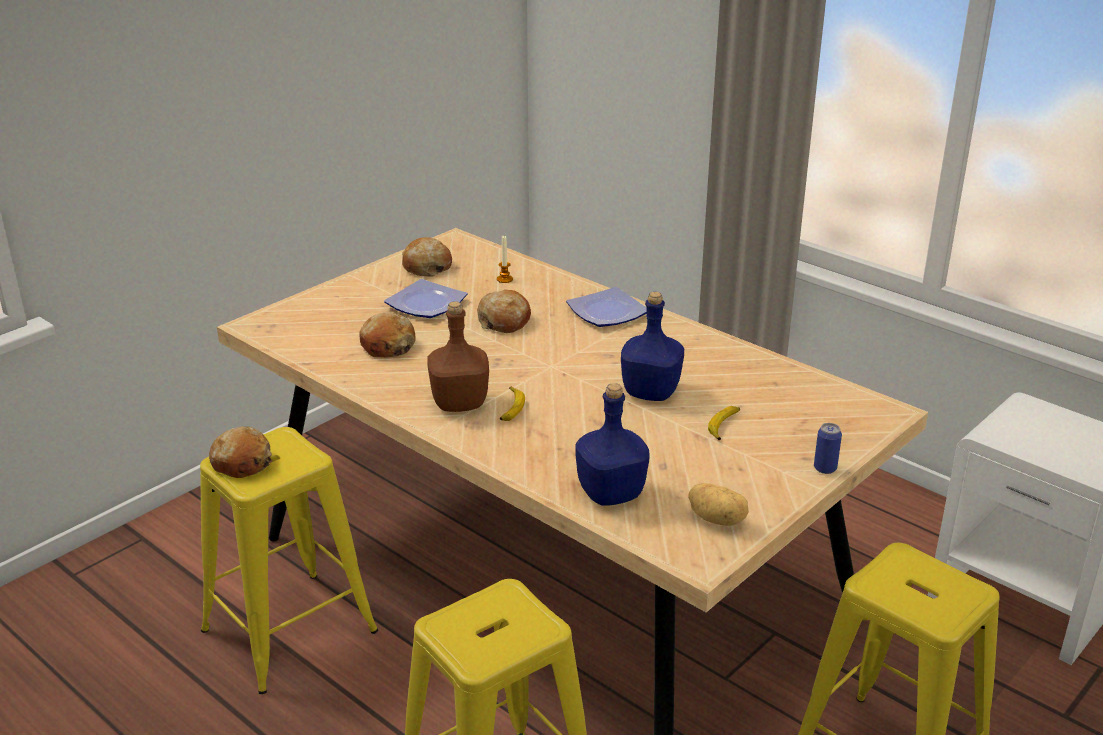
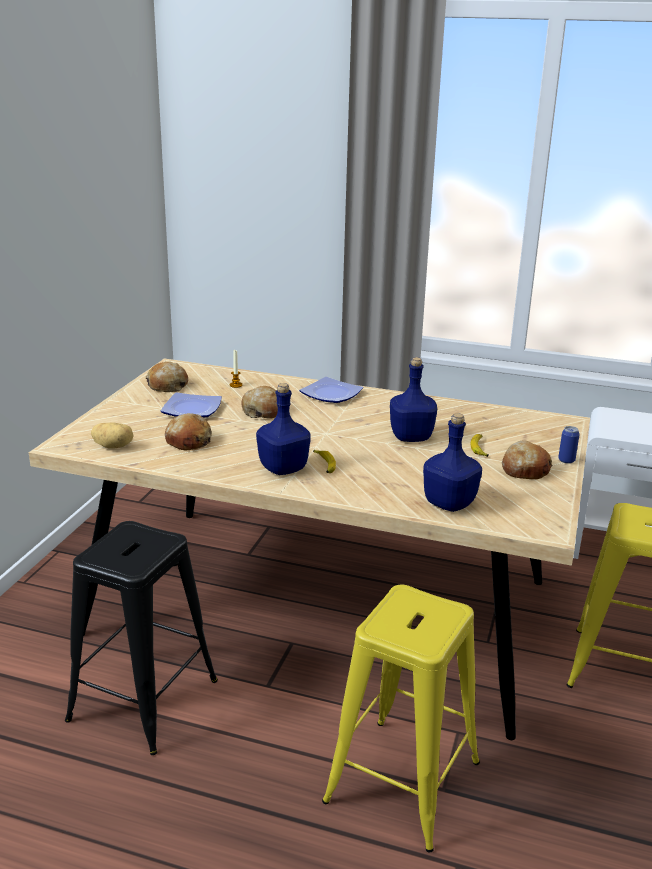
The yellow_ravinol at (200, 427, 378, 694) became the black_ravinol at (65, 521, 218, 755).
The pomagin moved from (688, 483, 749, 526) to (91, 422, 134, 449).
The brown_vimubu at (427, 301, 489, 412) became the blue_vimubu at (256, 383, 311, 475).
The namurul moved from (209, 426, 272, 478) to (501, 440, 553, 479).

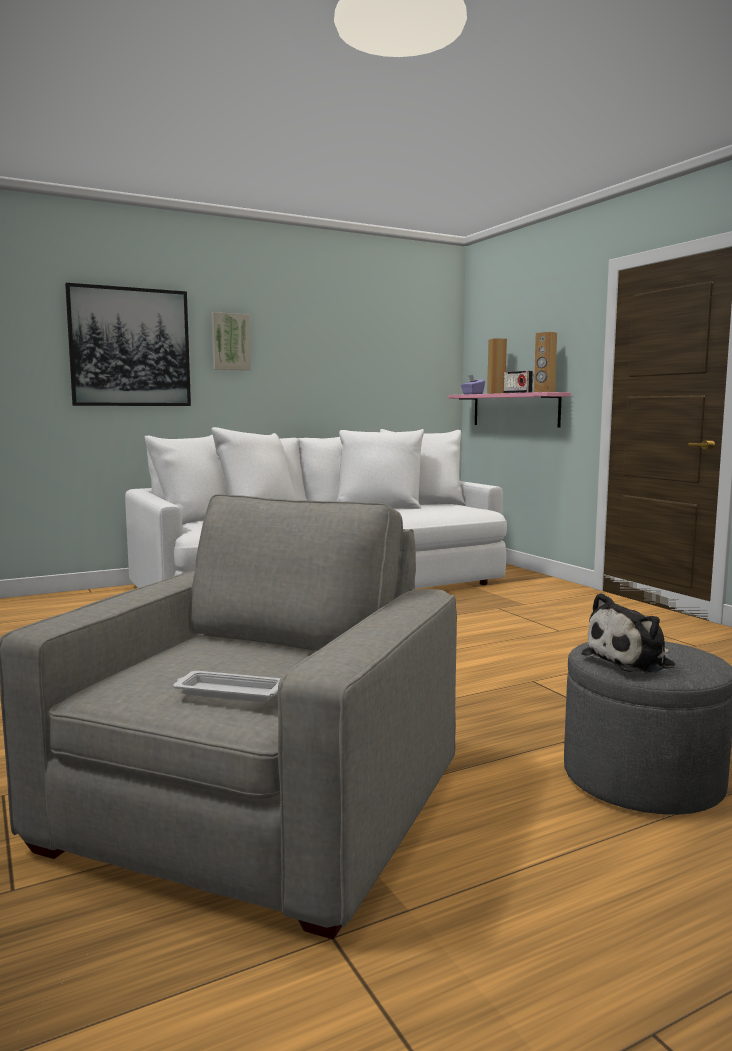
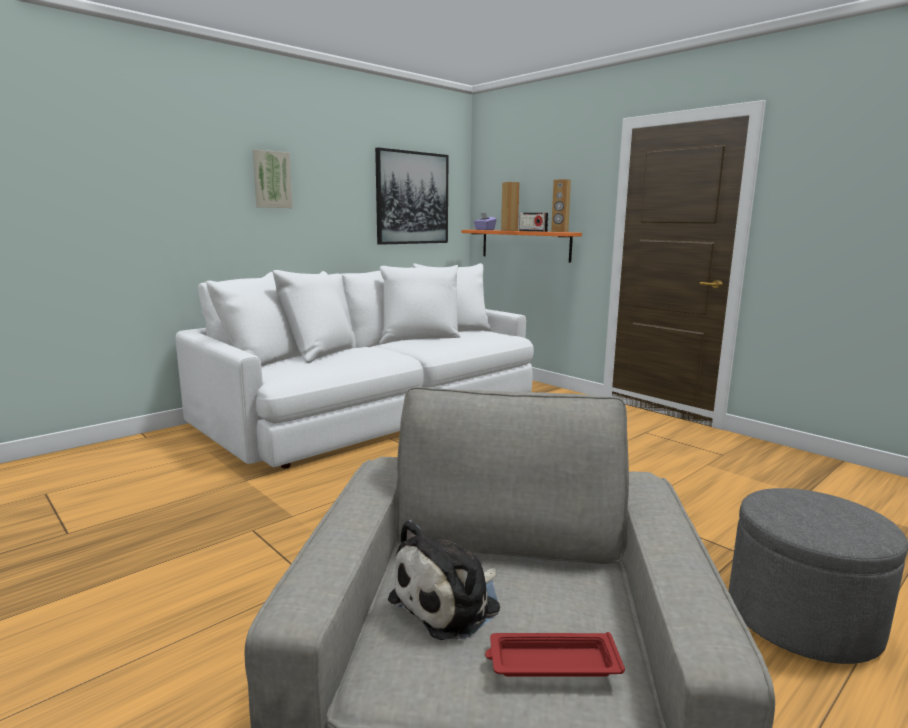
The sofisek moved from (65, 283, 191, 406) to (375, 147, 449, 245).
The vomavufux moved from (582, 593, 675, 674) to (388, 520, 500, 640).
The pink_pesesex at (448, 392, 571, 427) became the orange_pesesex at (462, 230, 582, 263).
The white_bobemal at (173, 671, 281, 702) became the red_bobemal at (485, 632, 625, 677).

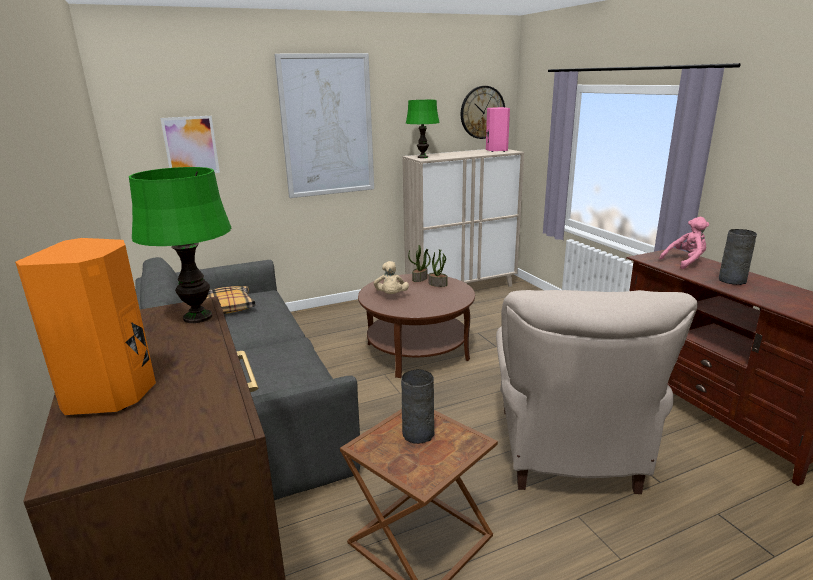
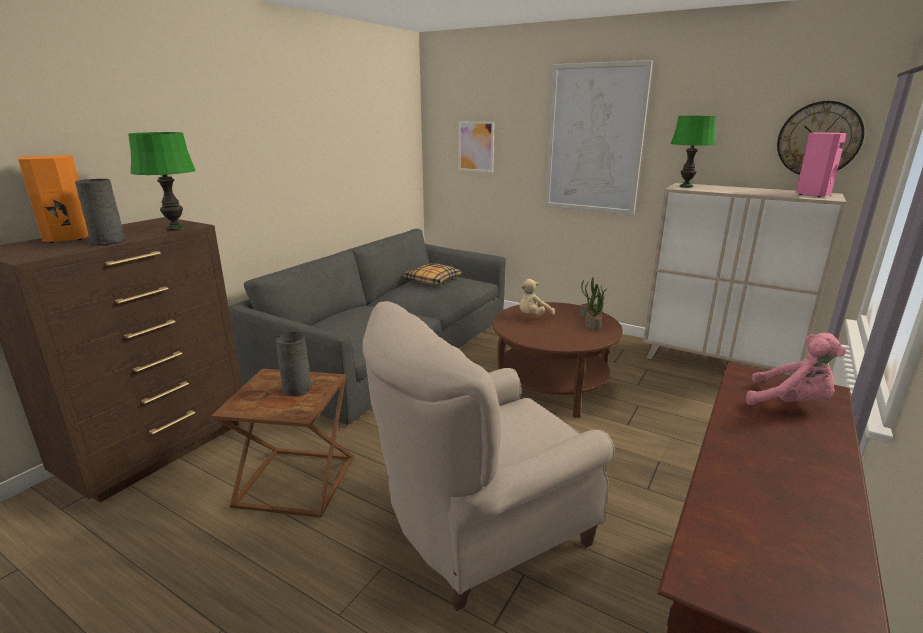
The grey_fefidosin moved from (719, 229, 757, 285) to (75, 179, 125, 245).

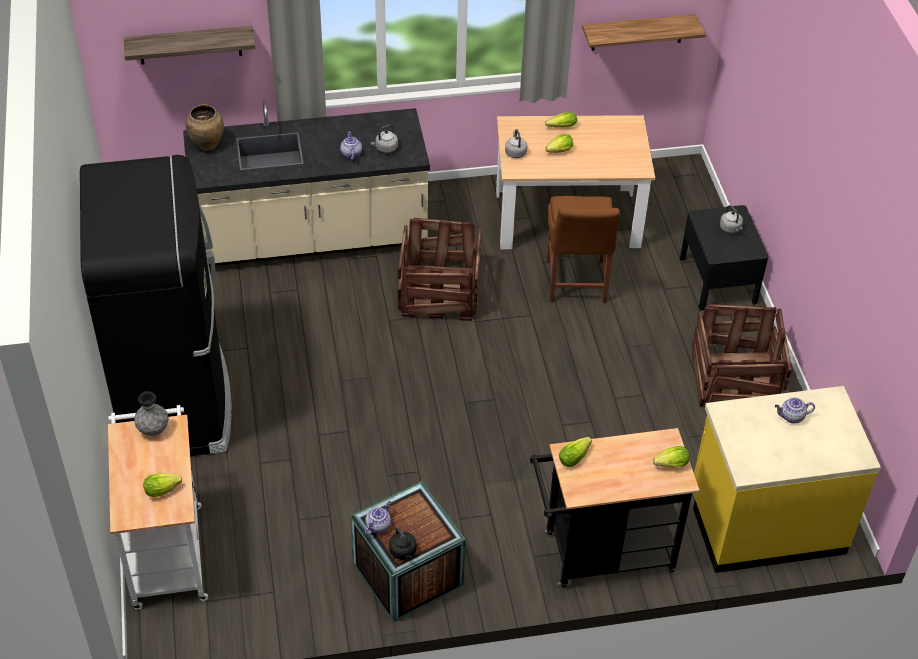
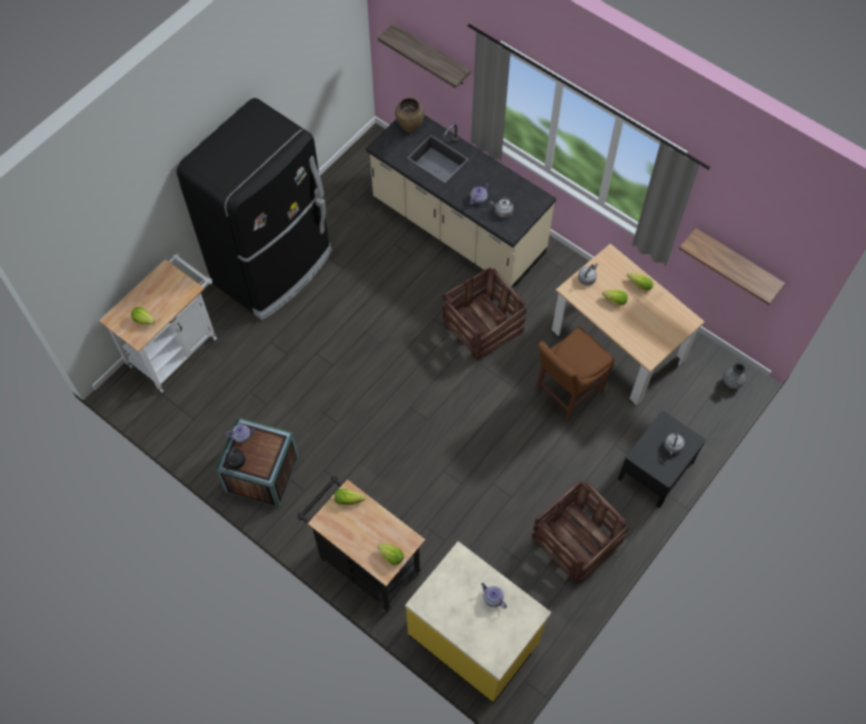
The grey_fefidosin moved from (134, 391, 168, 436) to (723, 363, 746, 389).

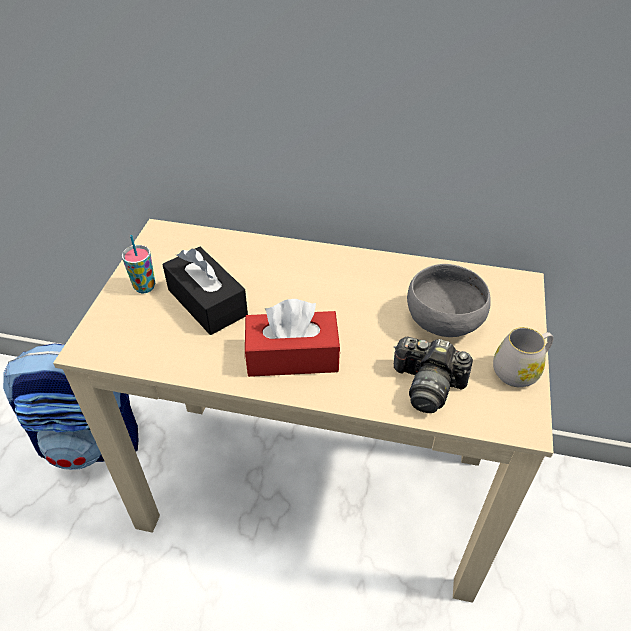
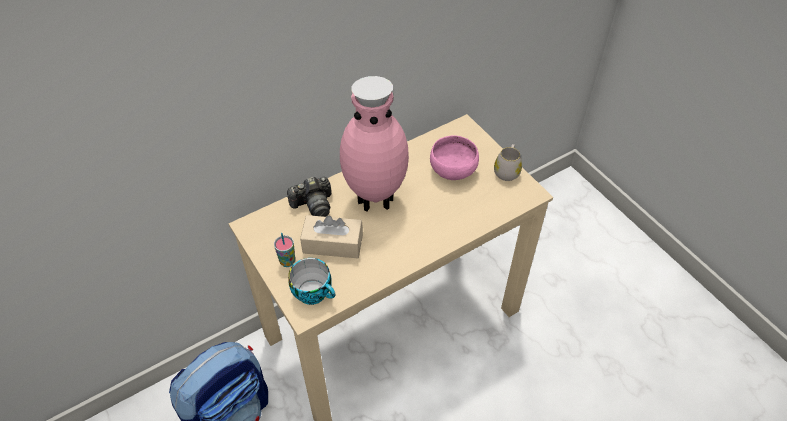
The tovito moved from (394, 337, 473, 413) to (287, 177, 331, 217).
The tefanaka at (288, 258, 335, 305) appeared.
The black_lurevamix at (162, 247, 248, 335) became the beige_lurevamix at (300, 215, 363, 258).
The pink_fefidosin at (340, 76, 409, 212) appeared.
The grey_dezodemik at (407, 264, 491, 337) became the pink_dezodemik at (430, 136, 479, 180).
The red_lurevamix at (245, 299, 340, 377) disappeared.

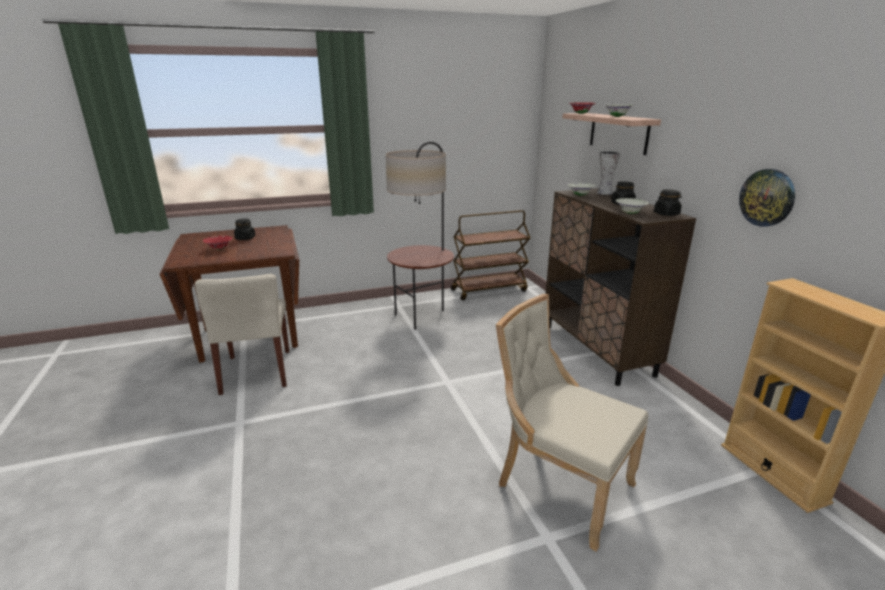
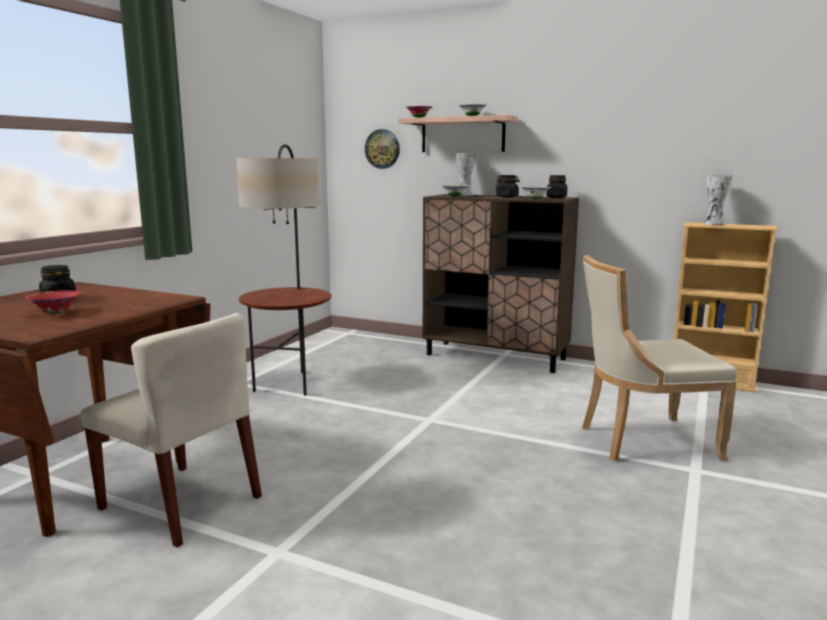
The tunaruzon moved from (739, 169, 795, 227) to (365, 129, 400, 169).
The fefidosin at (704, 175, 732, 225) appeared.
The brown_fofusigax at (451, 210, 530, 301) disappeared.

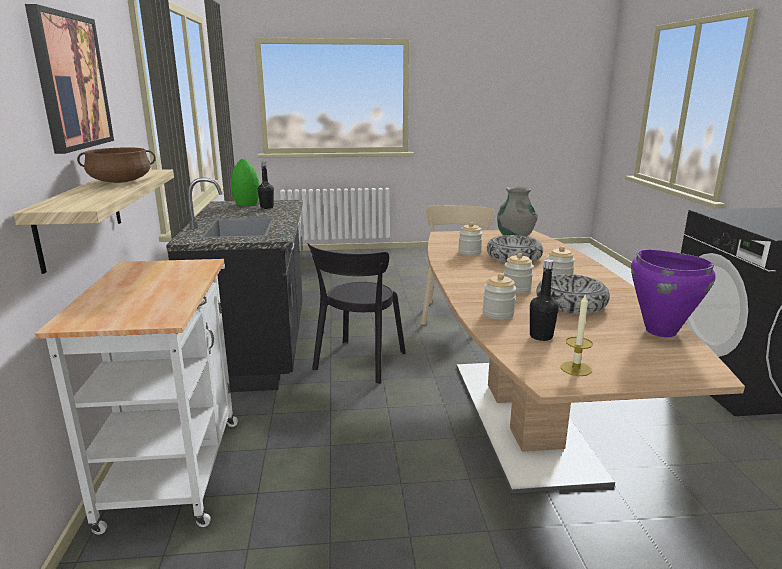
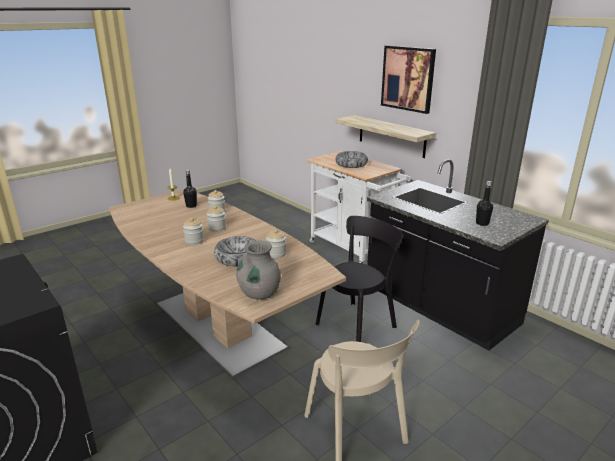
The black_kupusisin at (307, 243, 406, 384) turned 60 degrees clockwise.
The dezodemik moved from (536, 274, 610, 314) to (335, 151, 368, 168).
The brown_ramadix at (77, 147, 156, 183) disappeared.
The green_fefidosin at (231, 159, 260, 206) disappeared.
The purple_ramadix at (631, 250, 716, 337) disappeared.

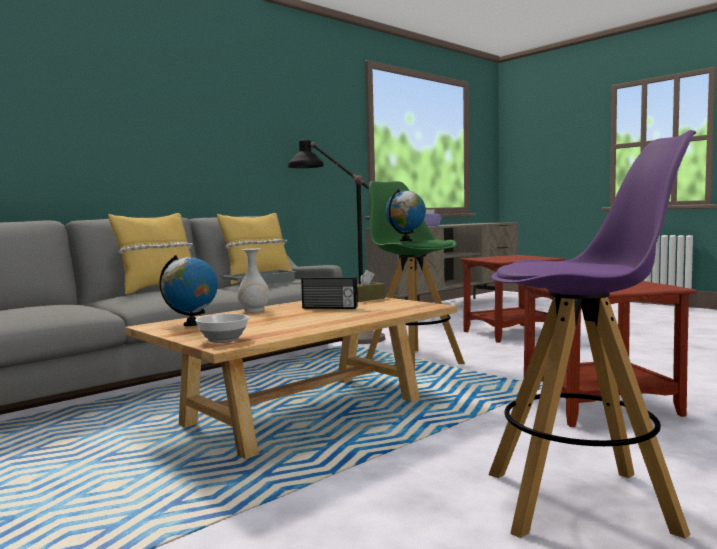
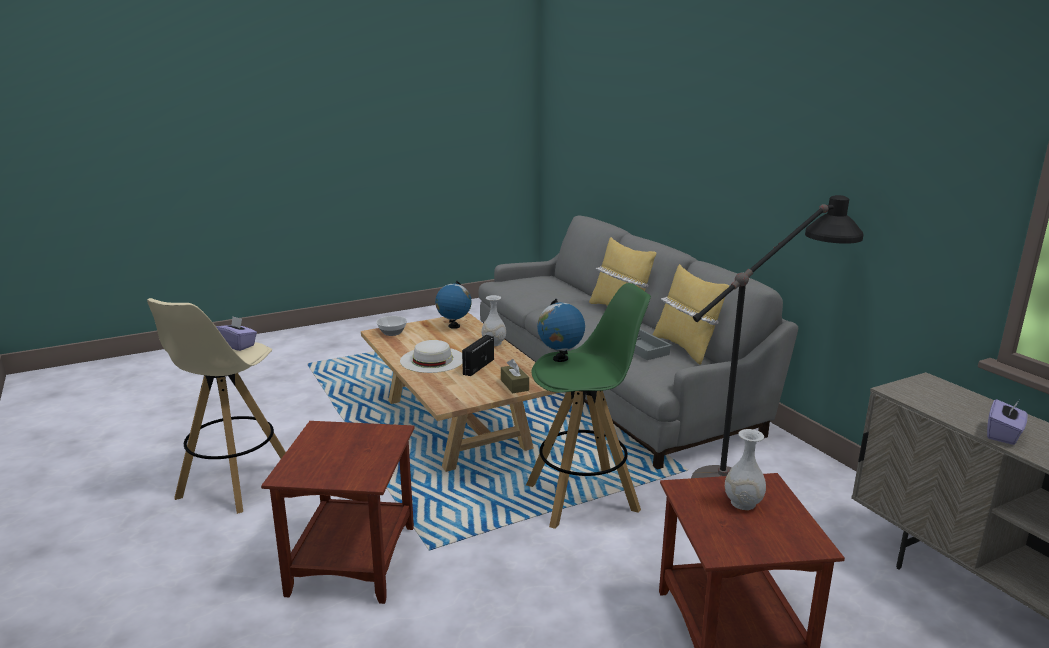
The purple_ravinol at (488, 130, 696, 539) became the beige_ravinol at (147, 298, 286, 514).
The purple_lurevamix at (216, 316, 257, 351) appeared.
The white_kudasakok at (400, 340, 463, 373) appeared.
The white_fefidosin at (725, 429, 766, 510) appeared.

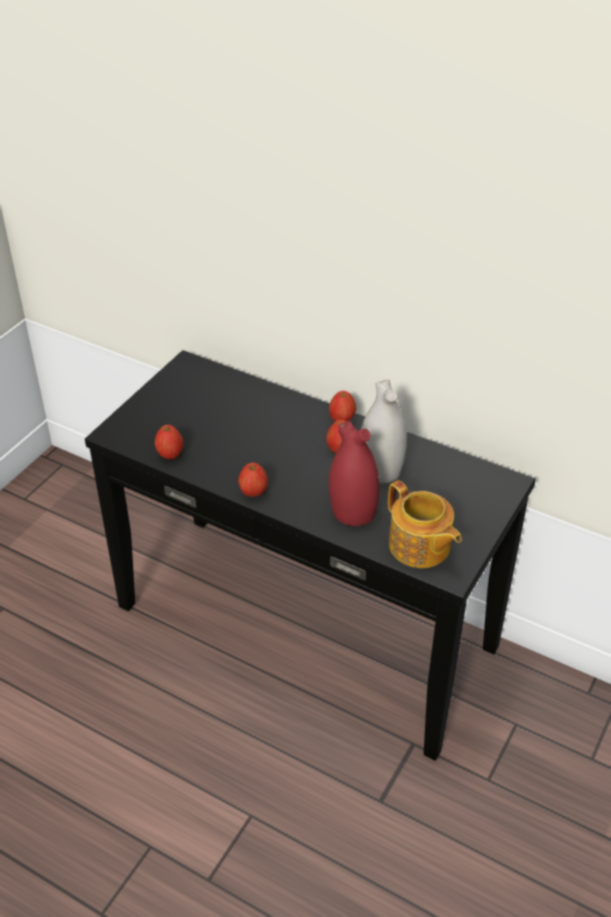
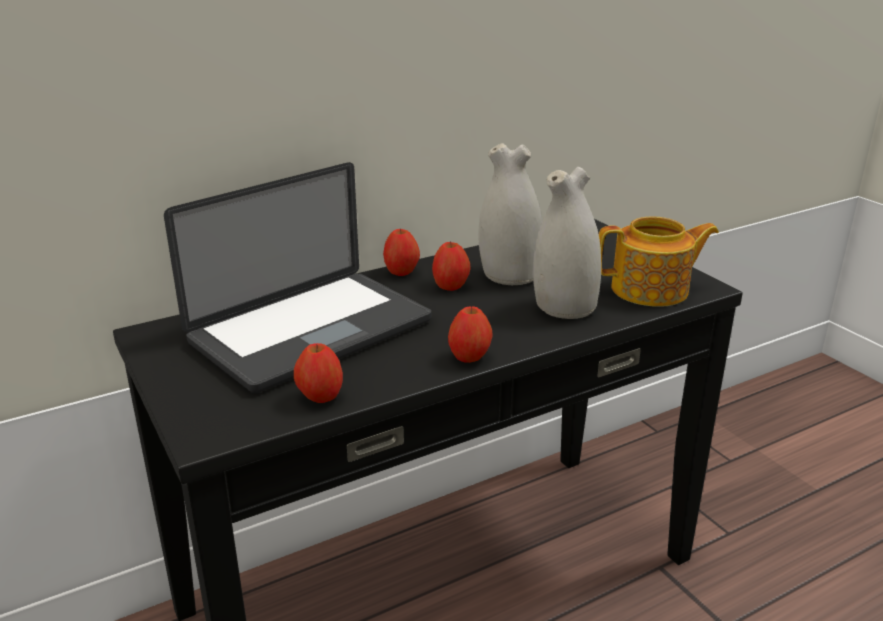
The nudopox at (164, 162, 431, 393) appeared.
The red_fefidosin at (328, 421, 379, 526) became the white_fefidosin at (533, 167, 601, 319).

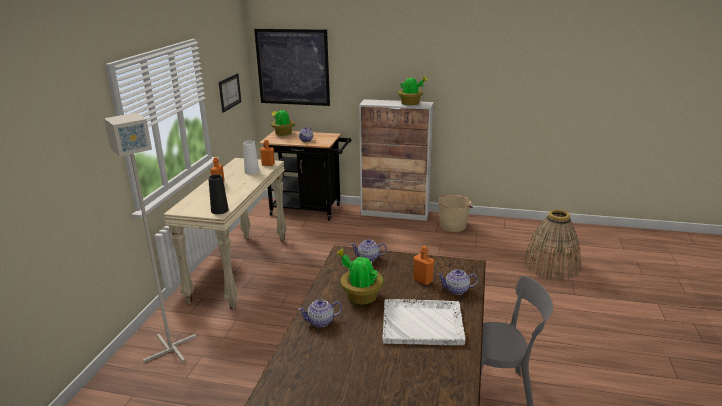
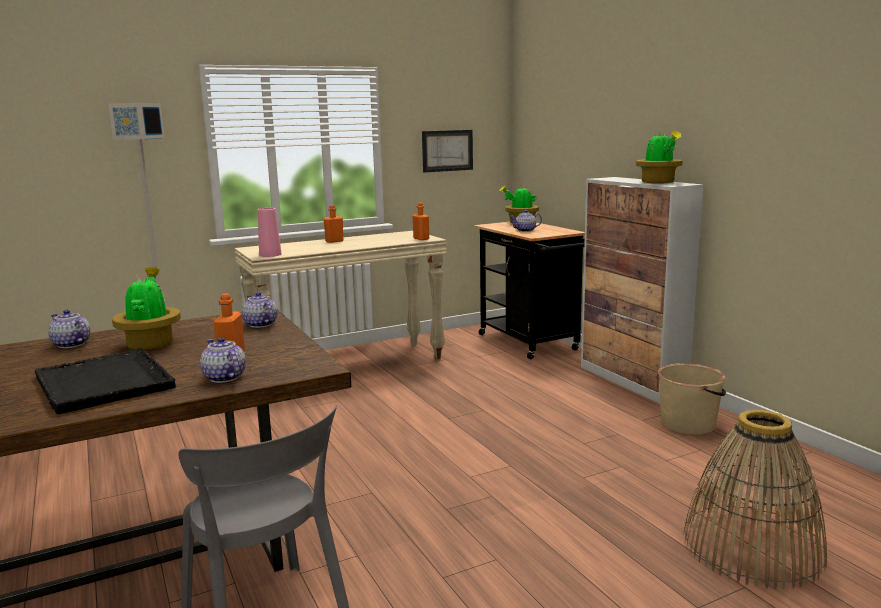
The white_bobemal at (382, 299, 466, 345) became the black_bobemal at (35, 348, 176, 414).
The black_fefidosin at (208, 175, 229, 214) became the pink_fefidosin at (258, 208, 282, 257).
The white_fefidosin at (243, 141, 259, 175) disappeared.
The sofisek at (254, 29, 330, 106) disappeared.

